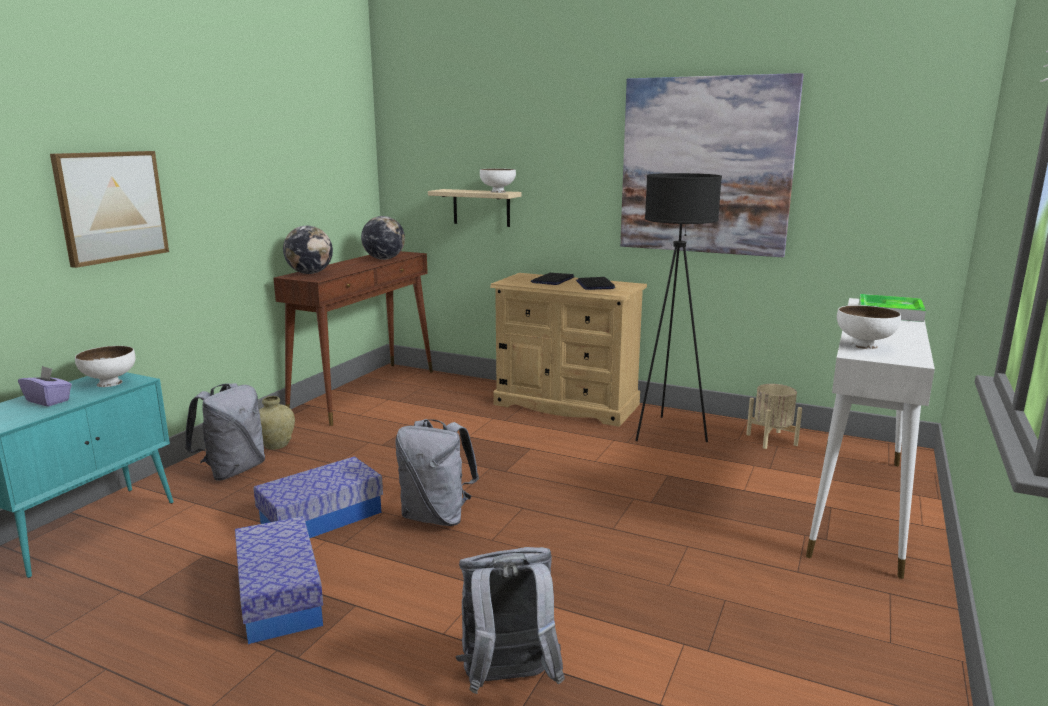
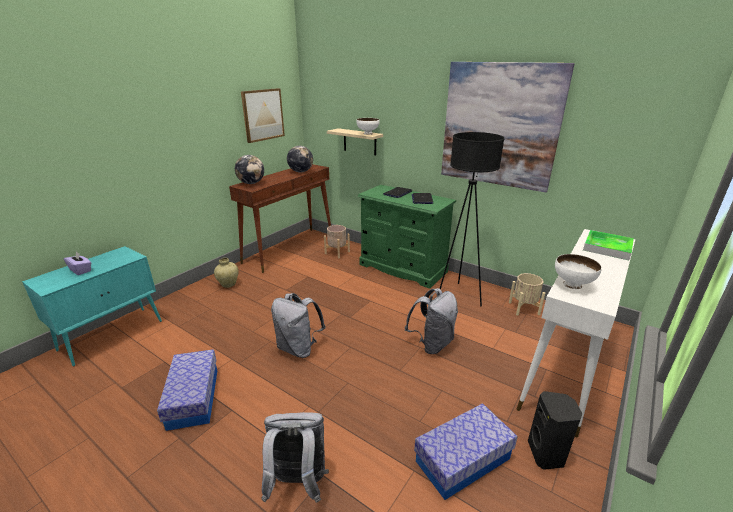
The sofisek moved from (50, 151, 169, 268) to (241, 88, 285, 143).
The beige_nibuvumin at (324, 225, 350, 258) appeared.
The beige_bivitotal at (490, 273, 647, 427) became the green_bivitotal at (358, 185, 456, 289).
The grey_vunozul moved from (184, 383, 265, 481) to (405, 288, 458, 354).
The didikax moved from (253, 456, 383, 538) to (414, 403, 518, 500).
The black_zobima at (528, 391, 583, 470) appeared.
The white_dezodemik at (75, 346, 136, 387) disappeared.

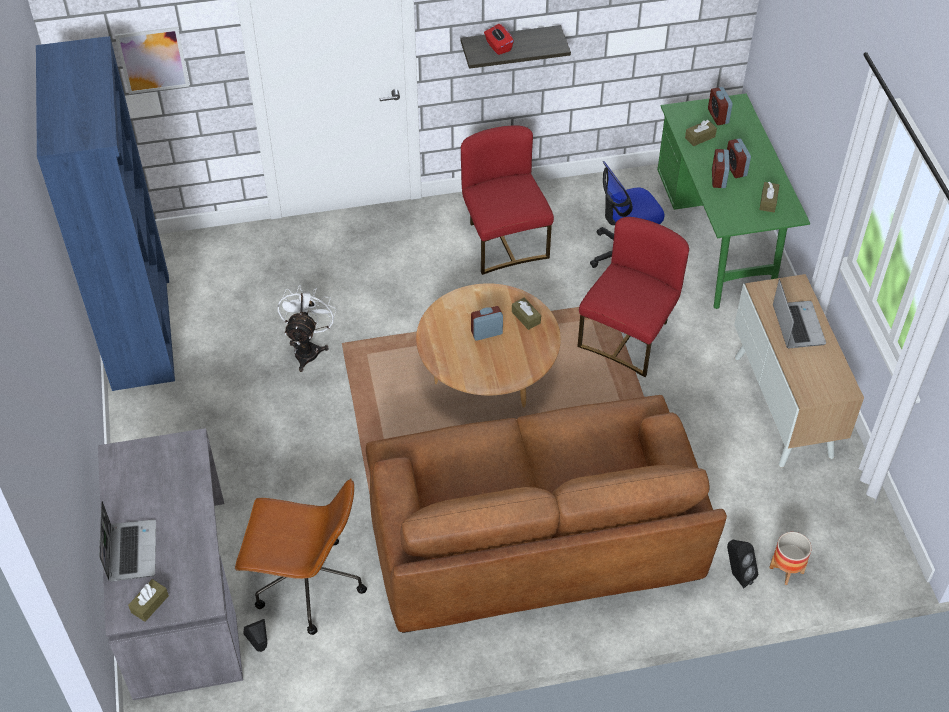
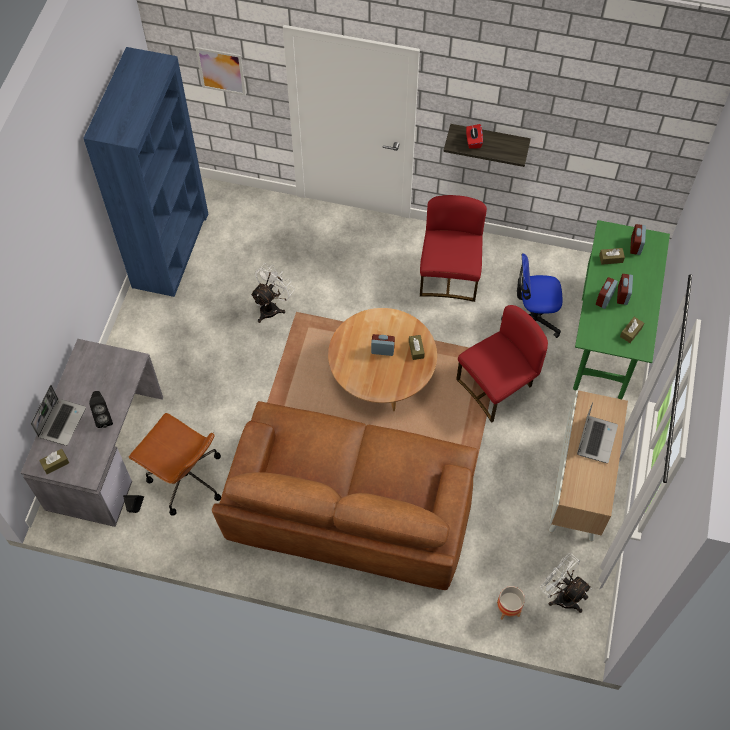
The black_zobima moved from (727, 540, 758, 588) to (89, 391, 113, 428).
The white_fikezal at (540, 553, 592, 613) appeared.

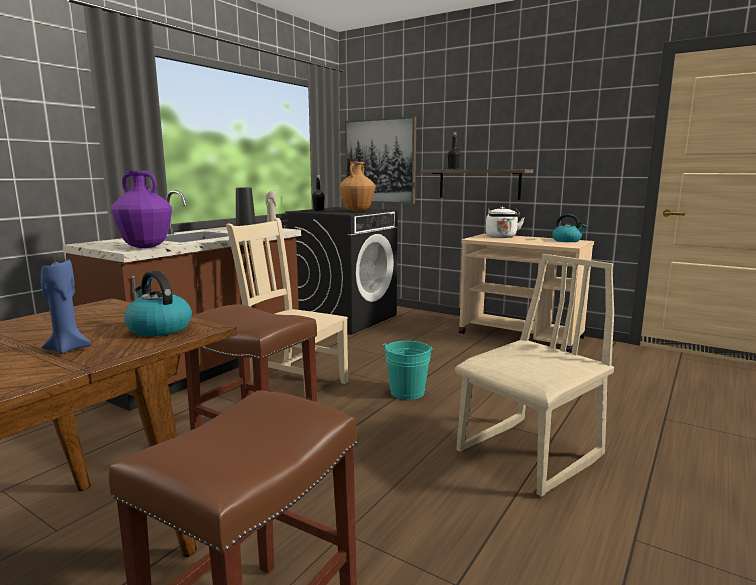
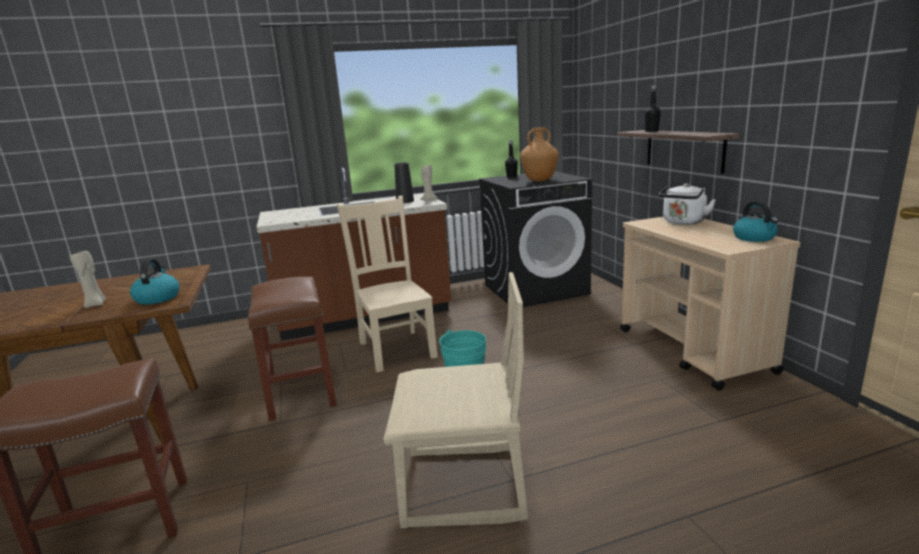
The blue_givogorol at (41, 259, 91, 354) became the beige_givogorol at (69, 249, 106, 308).
The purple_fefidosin at (110, 171, 172, 248) disappeared.
The sofisek at (345, 117, 416, 204) disappeared.

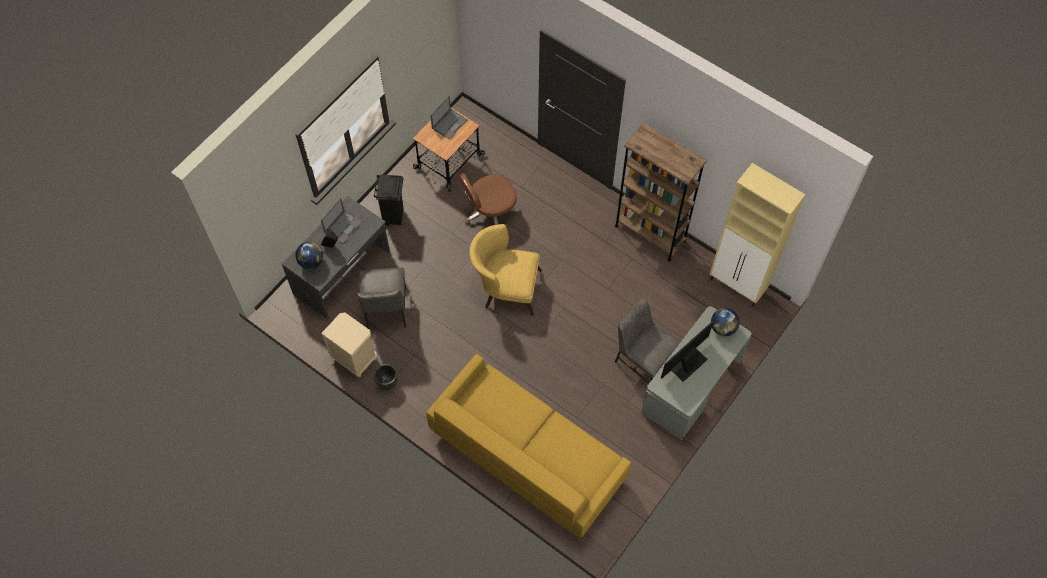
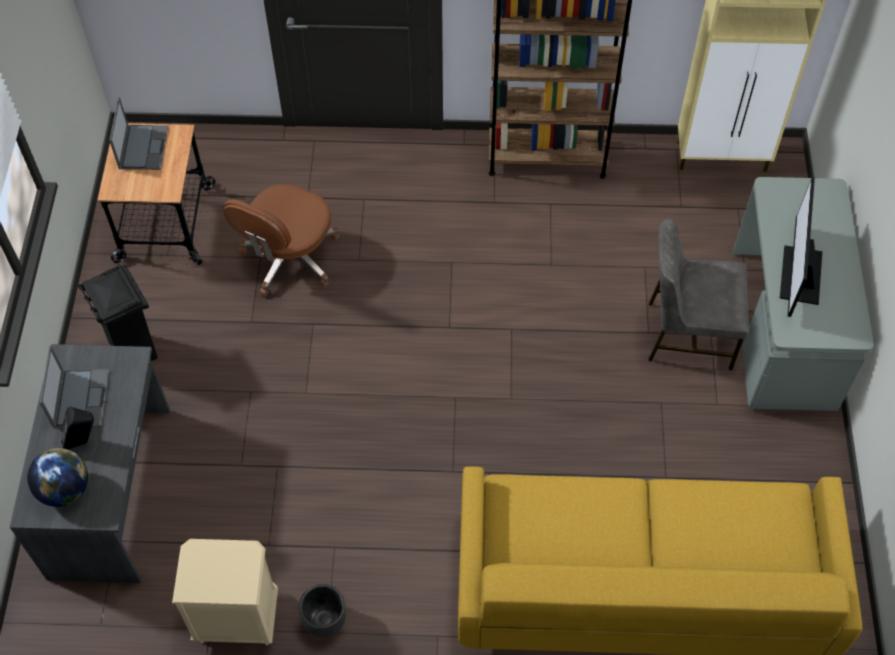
The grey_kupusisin at (357, 267, 406, 330) disappeared.
The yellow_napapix at (469, 224, 542, 316) disappeared.
The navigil at (711, 308, 740, 336) disappeared.

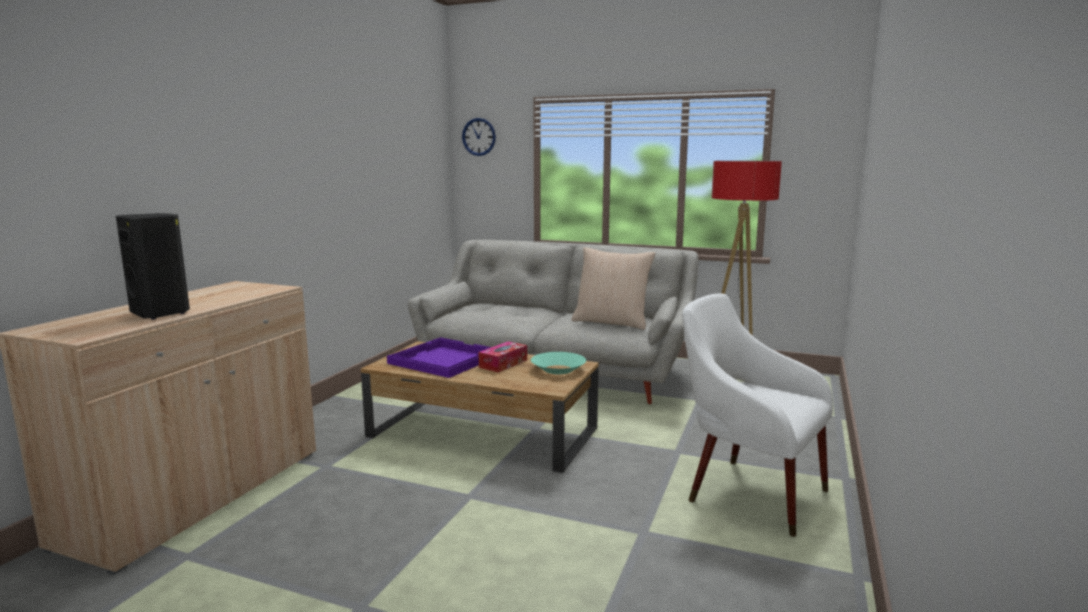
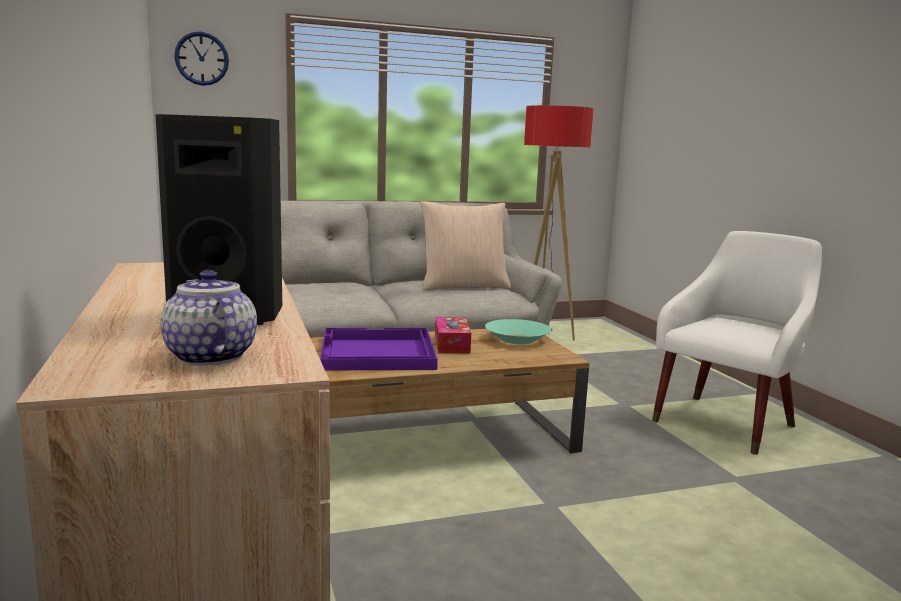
The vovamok at (160, 270, 257, 366) appeared.
The white_napapix at (682, 293, 833, 537) turned 135 degrees clockwise.

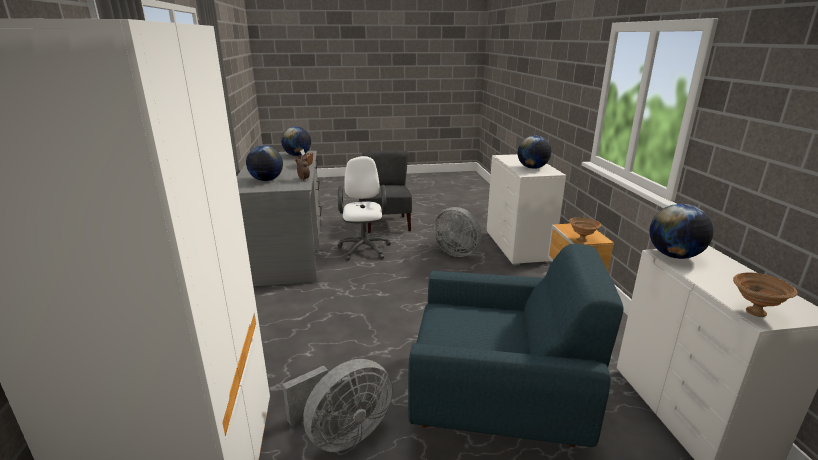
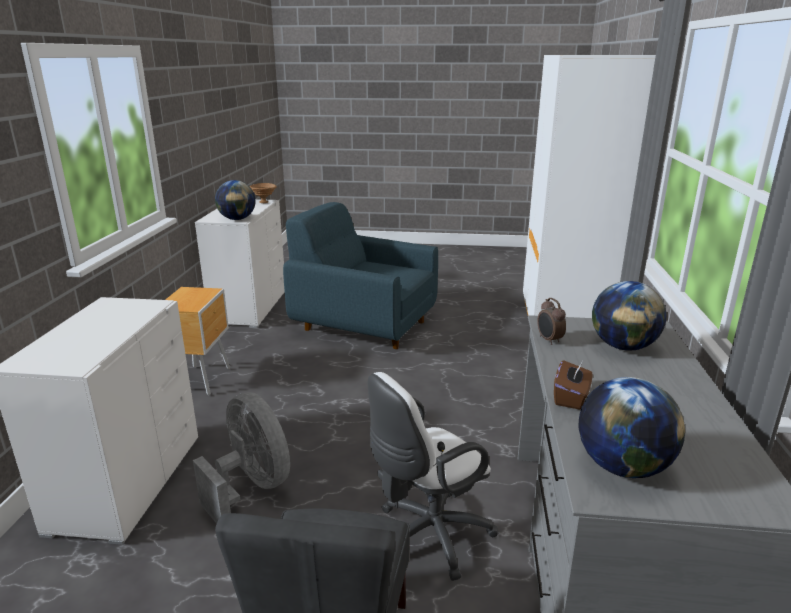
The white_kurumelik at (337, 156, 391, 261) turned 45 degrees clockwise.
The grey_fikezal at (282, 359, 393, 452) disappeared.
The navigil at (517, 136, 551, 169) disappeared.
The brown_dezodemik at (569, 217, 601, 242) disappeared.

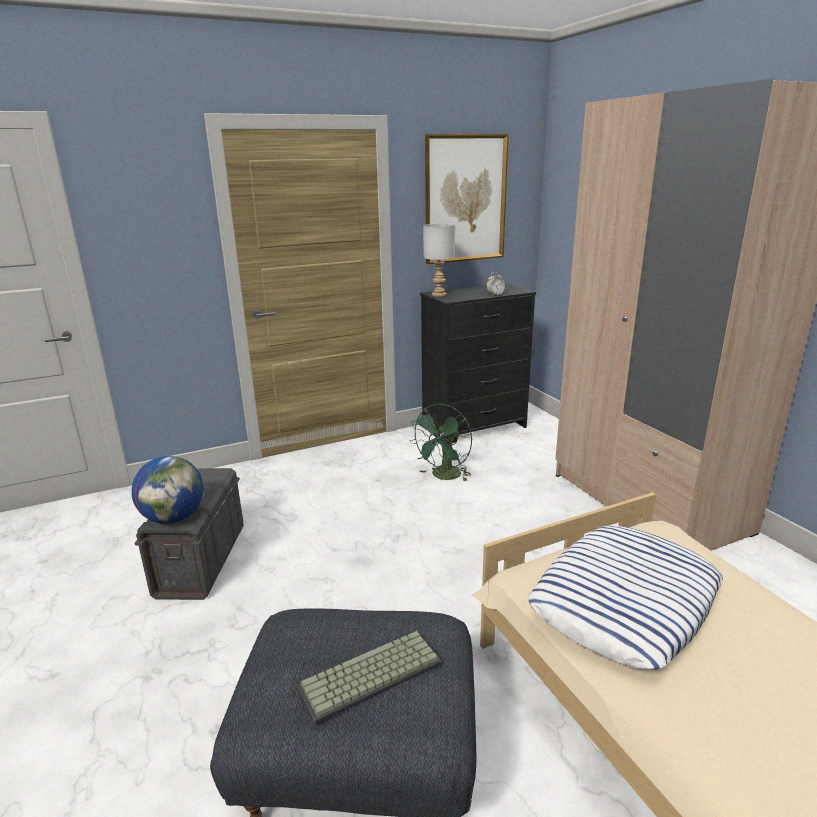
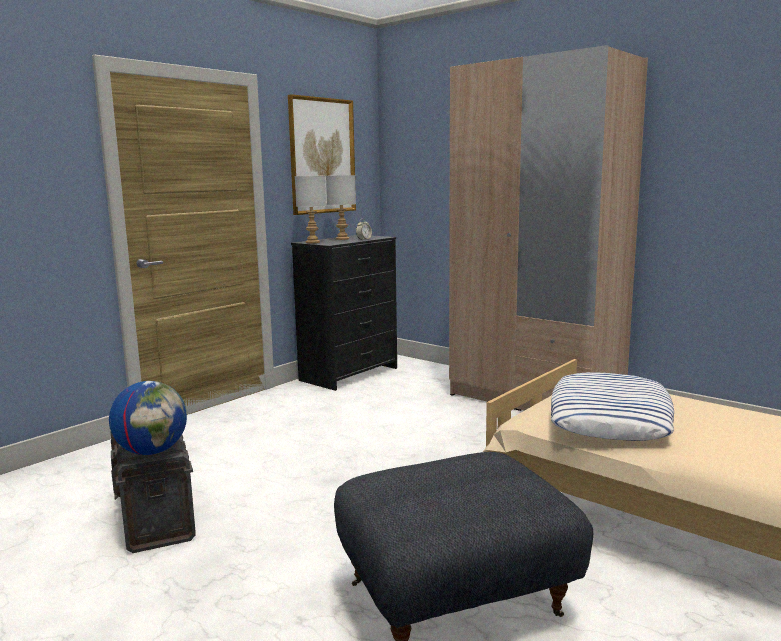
The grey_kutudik at (326, 175, 356, 240) appeared.
The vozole at (296, 631, 441, 724) disappeared.
The green_fikezal at (409, 404, 472, 481) disappeared.

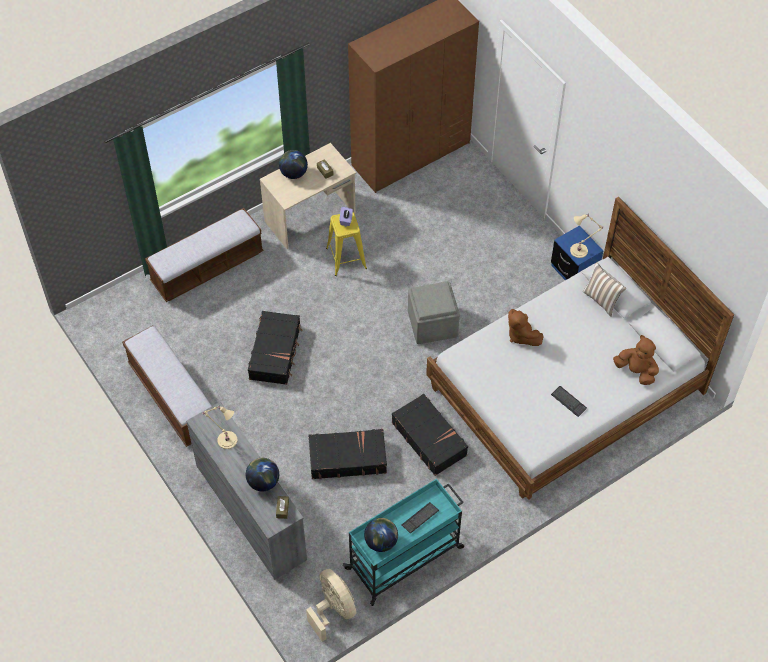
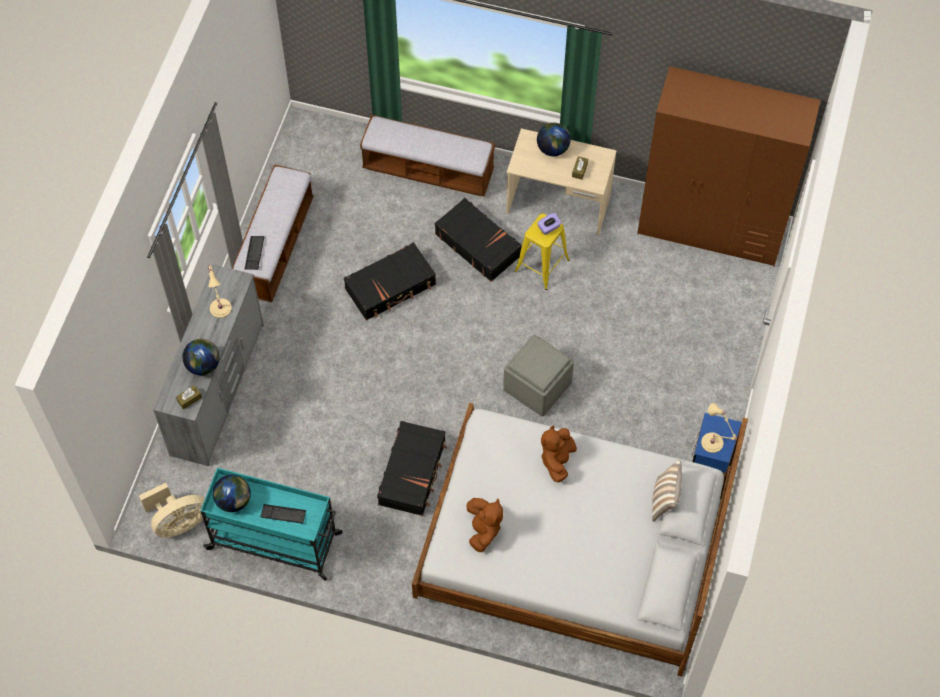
The beige_fikezal at (306, 569, 356, 642) turned 45 degrees clockwise.
The vozole moved from (551, 386, 587, 417) to (244, 236, 264, 270).
The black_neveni moved from (309, 429, 387, 479) to (434, 198, 522, 282).
The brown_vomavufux moved from (613, 335, 659, 385) to (466, 498, 503, 552).

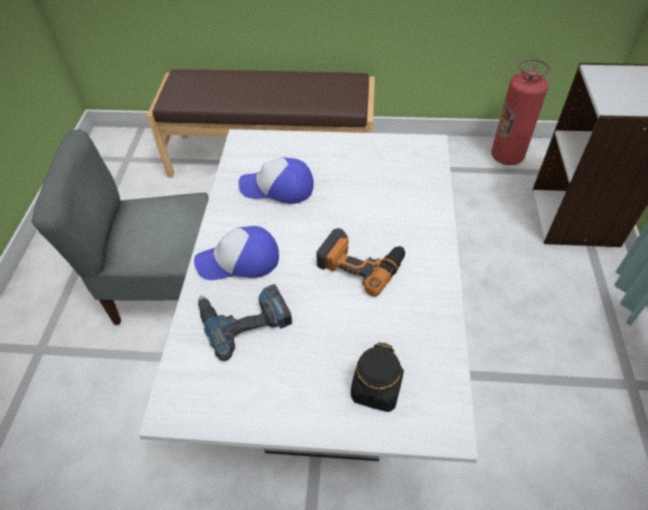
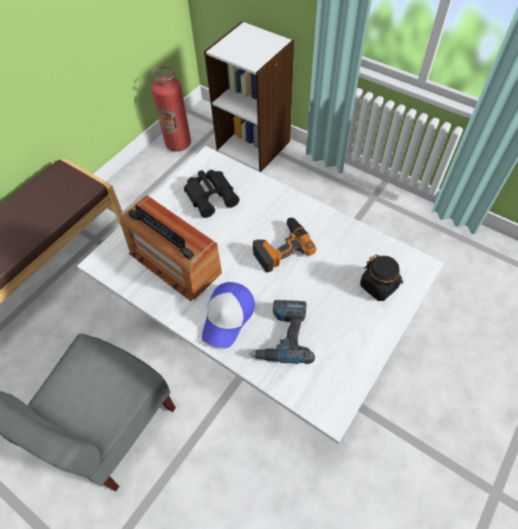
The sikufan at (239, 157, 314, 204) was replaced by the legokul at (120, 195, 222, 301).
The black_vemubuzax at (184, 170, 240, 218) appeared.

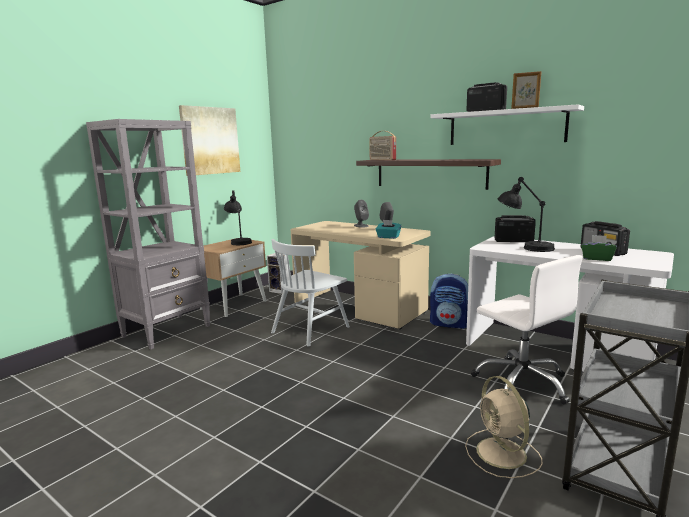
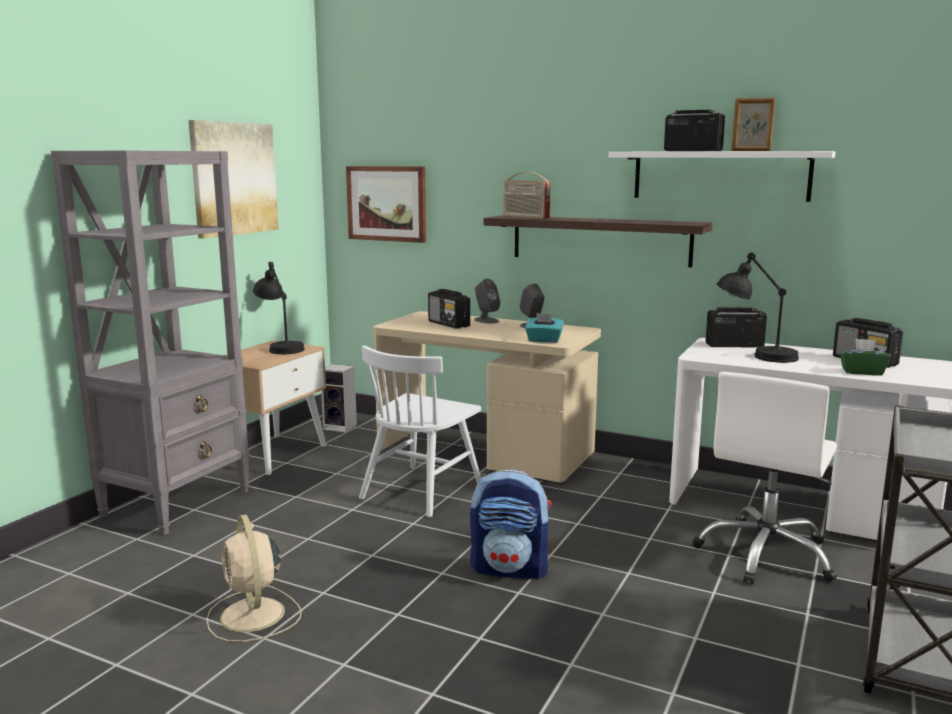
The beige_fikezal moved from (465, 376, 542, 478) to (206, 514, 302, 642).
The sofisek at (346, 166, 426, 243) appeared.
The legokul at (428, 289, 470, 329) appeared.
The vunozul moved from (430, 274, 468, 329) to (470, 469, 552, 580).
The white_kurumelik at (471, 255, 583, 404) turned 75 degrees clockwise.

